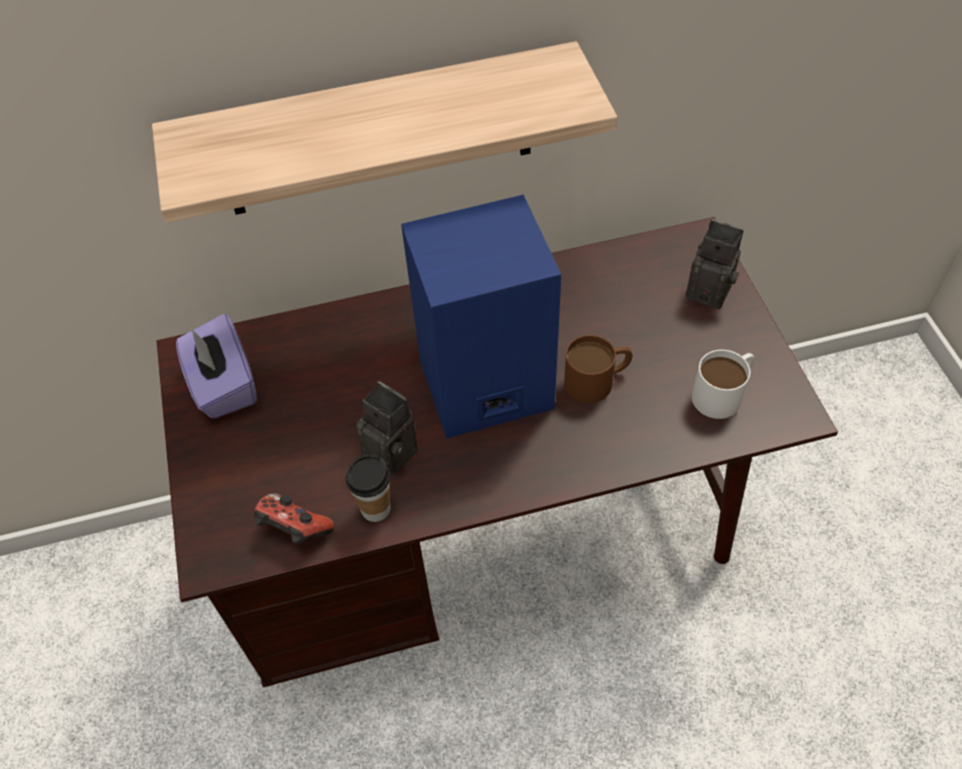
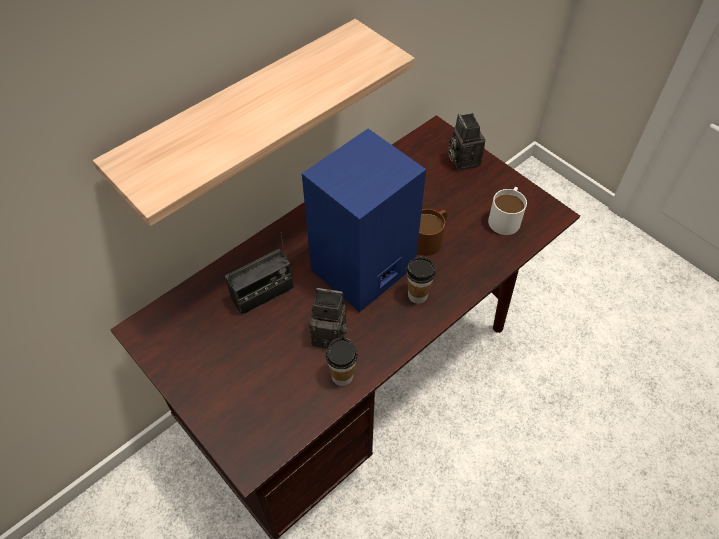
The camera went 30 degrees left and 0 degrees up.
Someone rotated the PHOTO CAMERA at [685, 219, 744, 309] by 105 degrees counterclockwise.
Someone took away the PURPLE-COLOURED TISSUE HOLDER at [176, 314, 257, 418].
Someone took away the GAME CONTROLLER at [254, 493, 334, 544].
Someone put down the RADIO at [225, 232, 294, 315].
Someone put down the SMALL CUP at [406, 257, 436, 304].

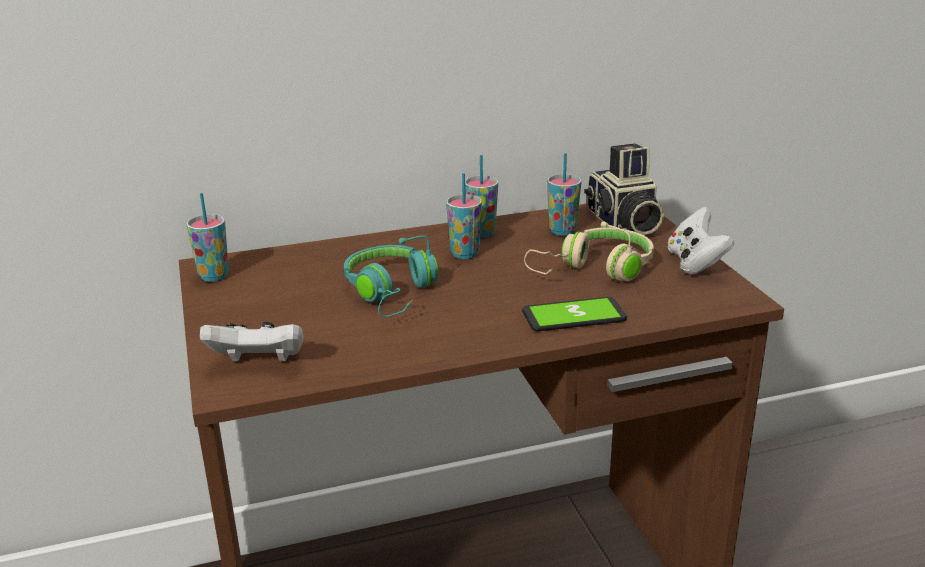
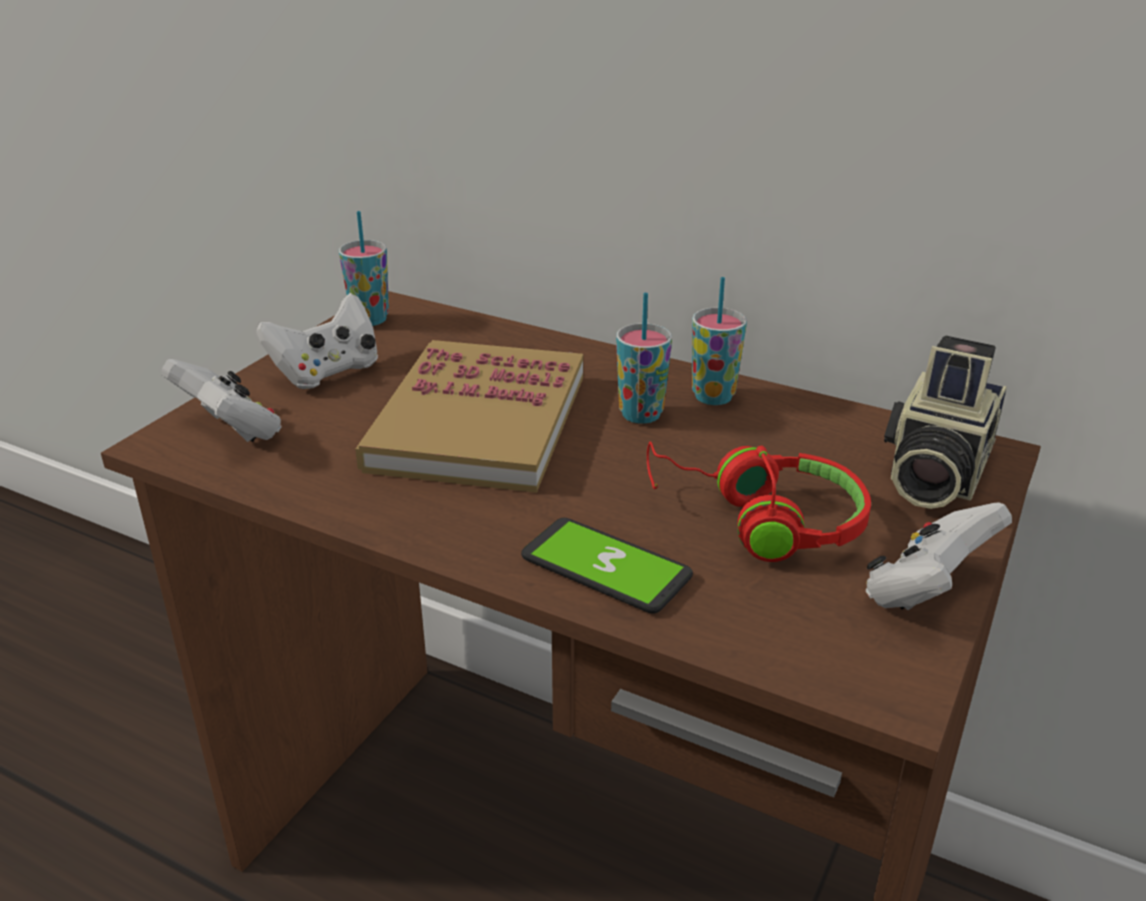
The camera went 45 degrees right and 5 degrees up.
Someone took away the SMALL CUP at [547, 153, 582, 236].
Someone repainted the BEIGE PAIR OF HEADPHONES at [524, 221, 654, 282], which became the RED PAIR OF HEADPHONES at [647, 442, 871, 562].
Someone swapped the TURQUOISE-COLOURED PAIR OF HEADPHONES at [344, 236, 438, 317] for the BOOK at [355, 340, 583, 493].
Someone put down the WHITE GAME CONTROLLER at [256, 293, 378, 389].

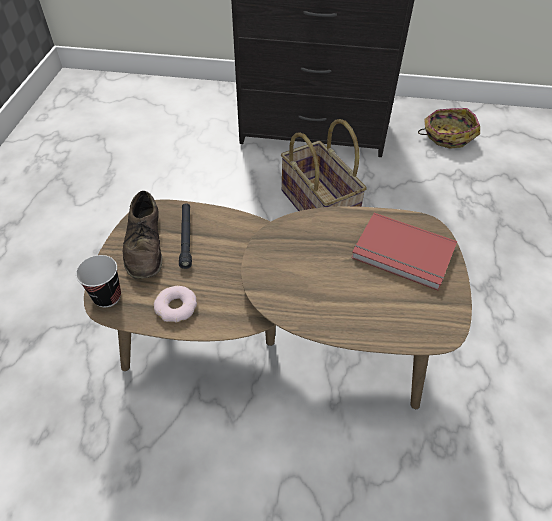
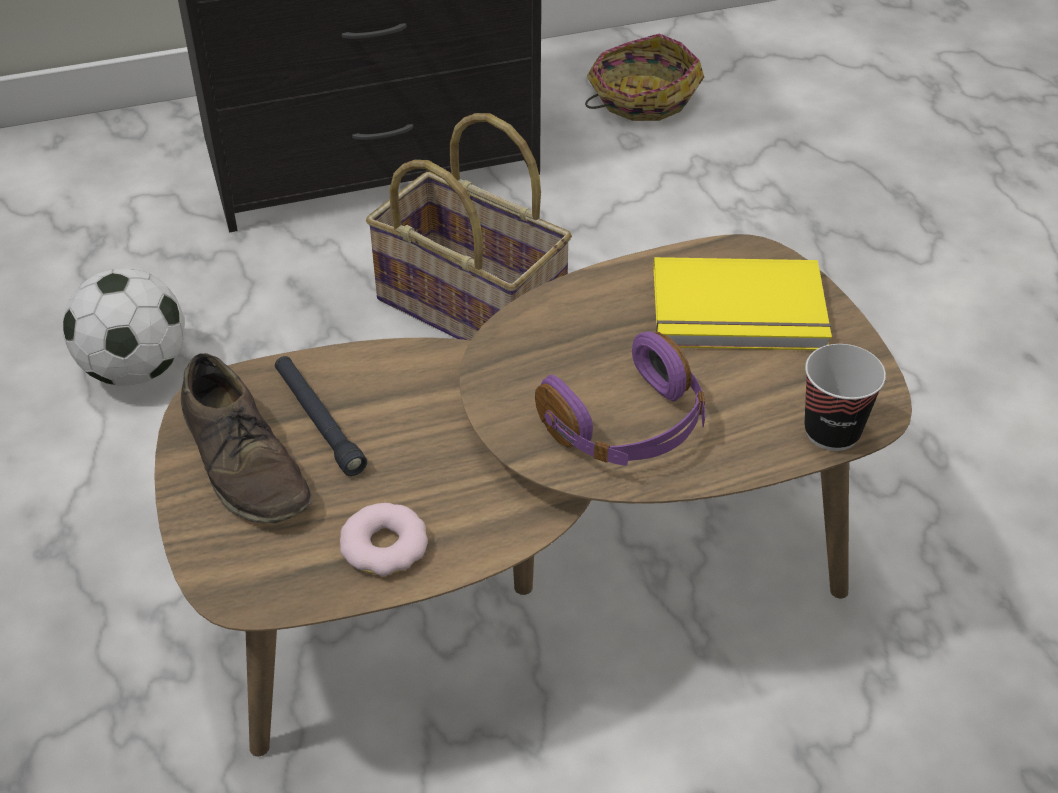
The camera went 25 degrees left and 5 degrees down.
Someone repainted the RED BOOK at [351, 213, 457, 291], which became the YELLOWISH BOOK at [653, 257, 832, 350].
Someone carried the SMALL CUP from [76, 255, 121, 307] to [804, 344, 886, 451].
Someone put down the FOOTBALL BALL at [63, 268, 185, 386].
Someone put down the PURPLE-COLOURED PAIR OF HEADPHONES at [535, 332, 705, 466].

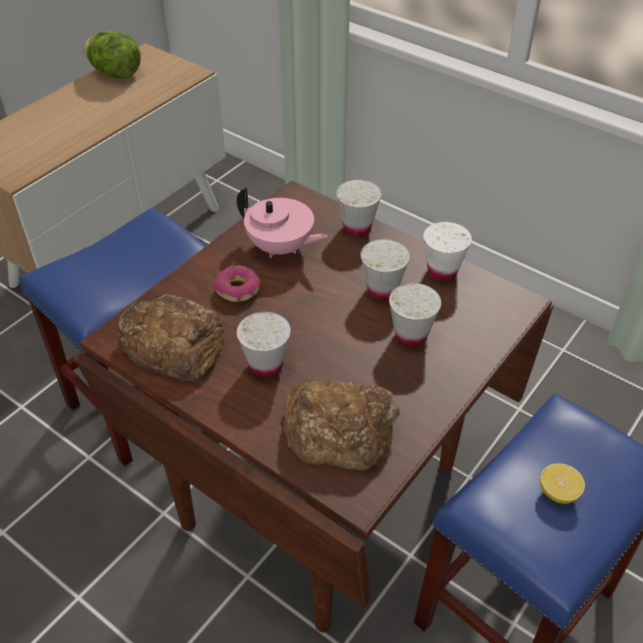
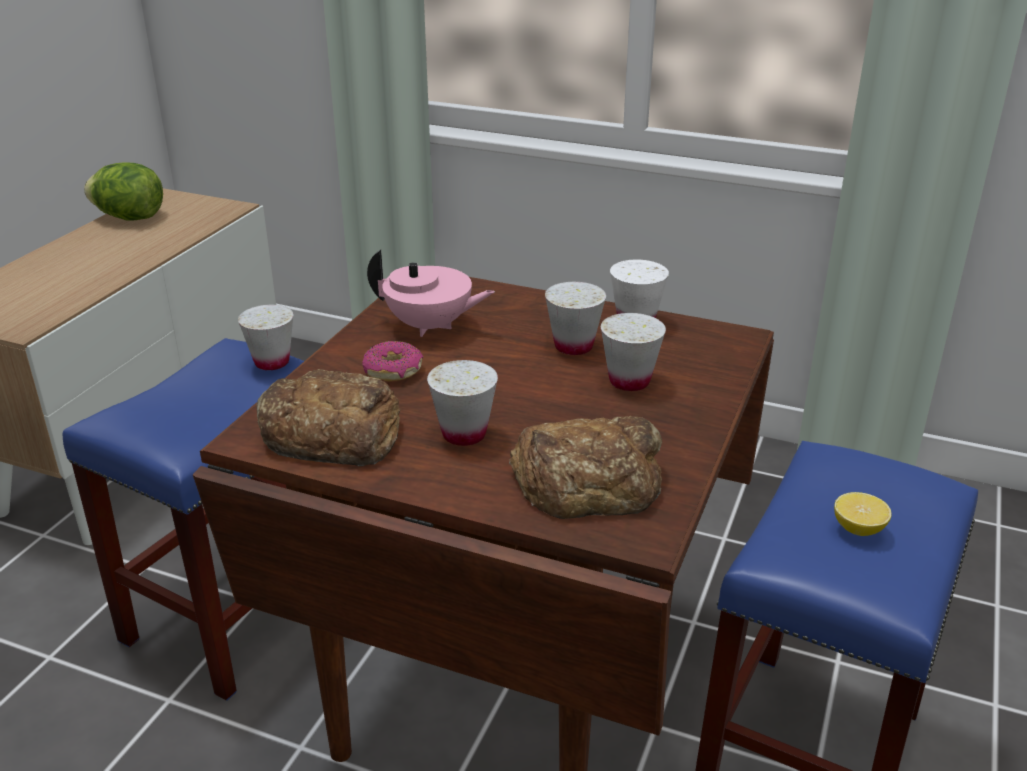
The camera went 15 degrees left and 15 degrees down.
Someone carried the WHITE SMALL CUP from [336, 180, 381, 236] to [238, 305, 293, 370].

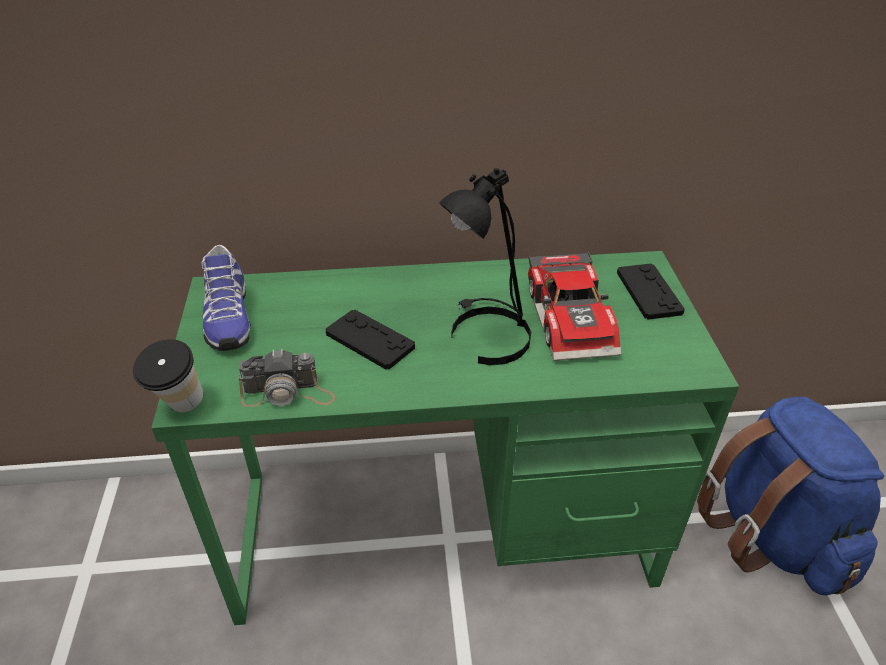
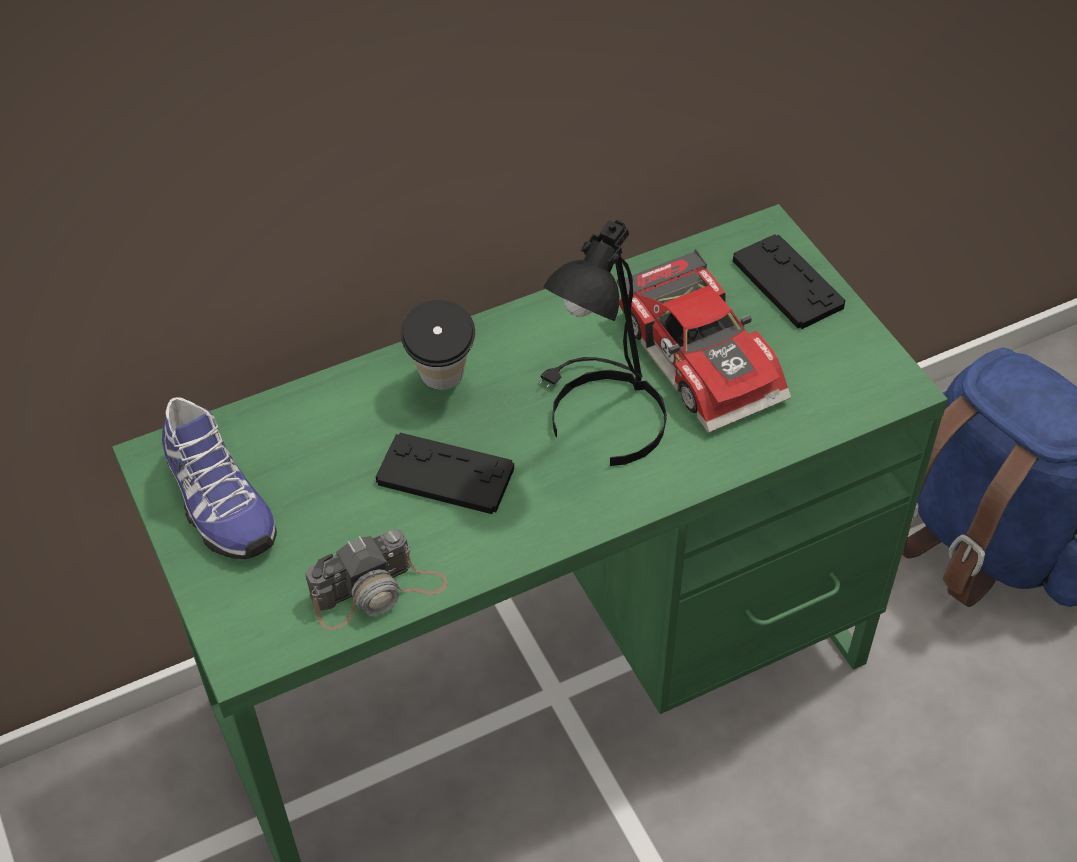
The camera went 20 degrees left and 10 degrees up.
Someone carried the SMALL CUP from [133, 339, 203, 412] to [400, 300, 475, 390].

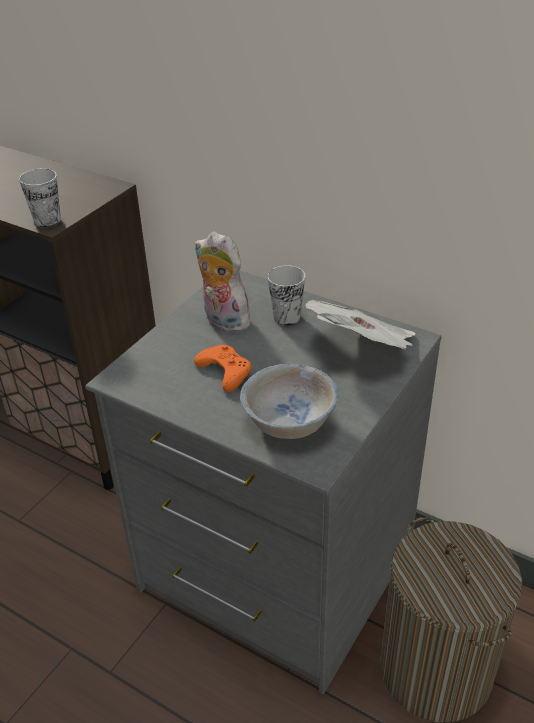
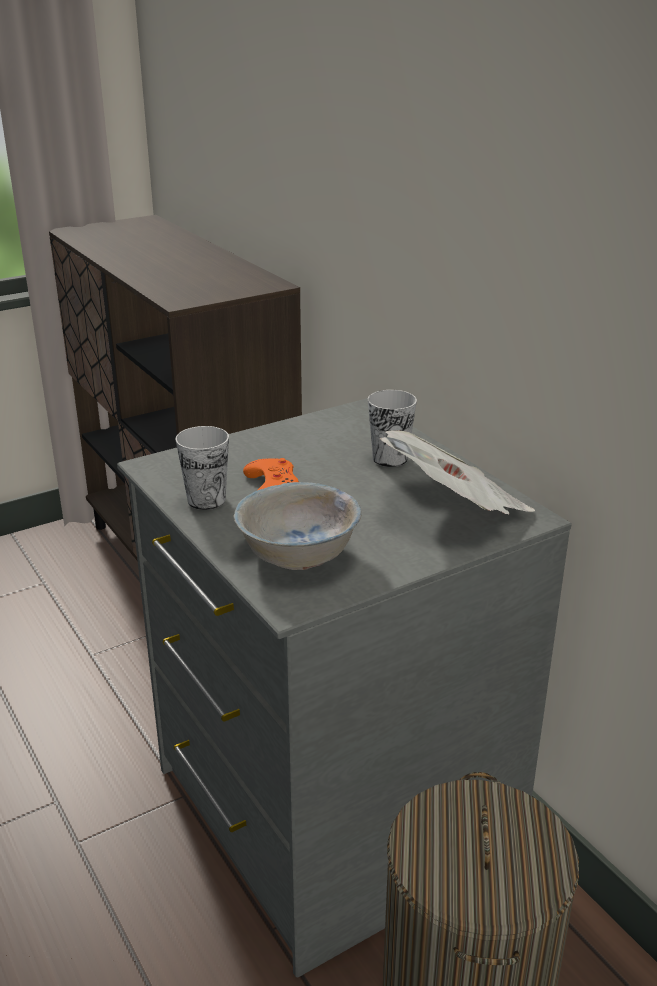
The camera went 25 degrees right and 10 degrees down.
Someone carried the SMALL CUP from [19, 169, 61, 228] to [175, 426, 229, 510].
Someone took away the CUDDLY TOY at [195, 232, 254, 332].

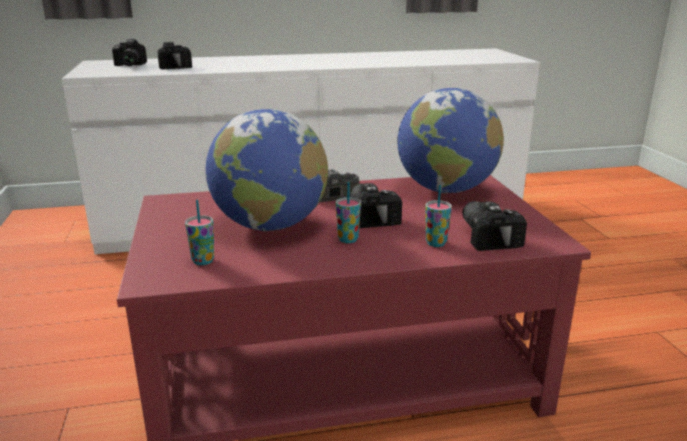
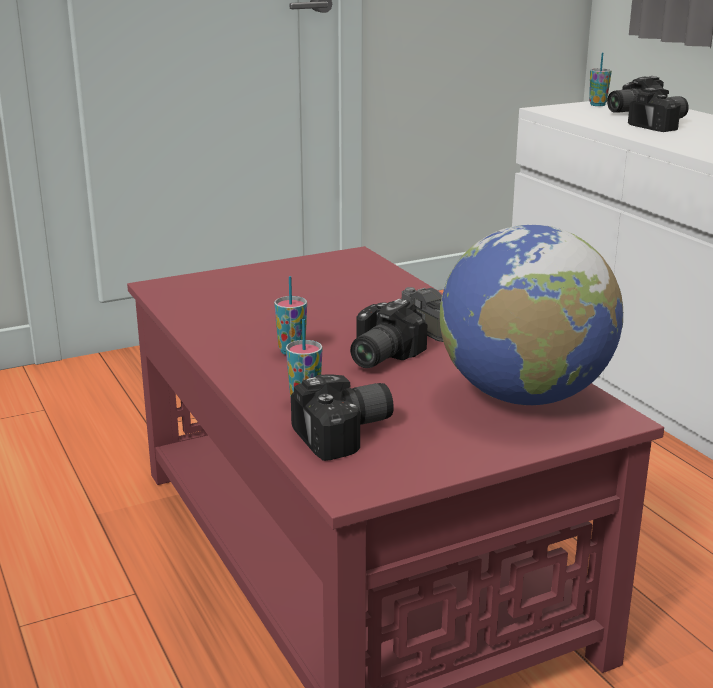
The camera went 75 degrees right and 0 degrees up.
Someone took away the GLOBE at [206, 109, 328, 231].
Someone rotated the PHOTO CAMERA at [350, 183, 402, 228] by 150 degrees clockwise.
Someone carried the SMALL CUP from [185, 200, 214, 265] to [589, 52, 612, 106].

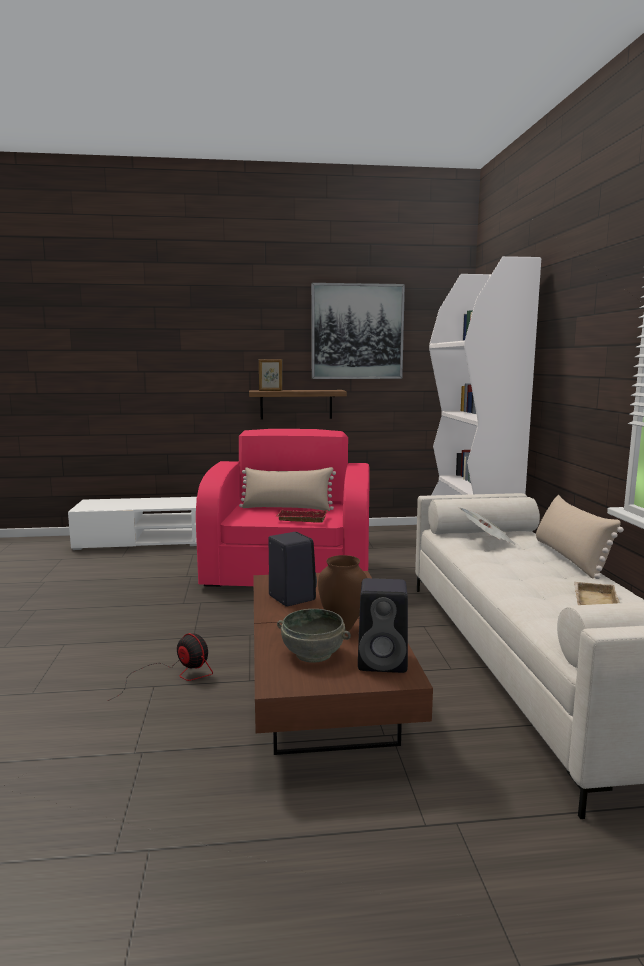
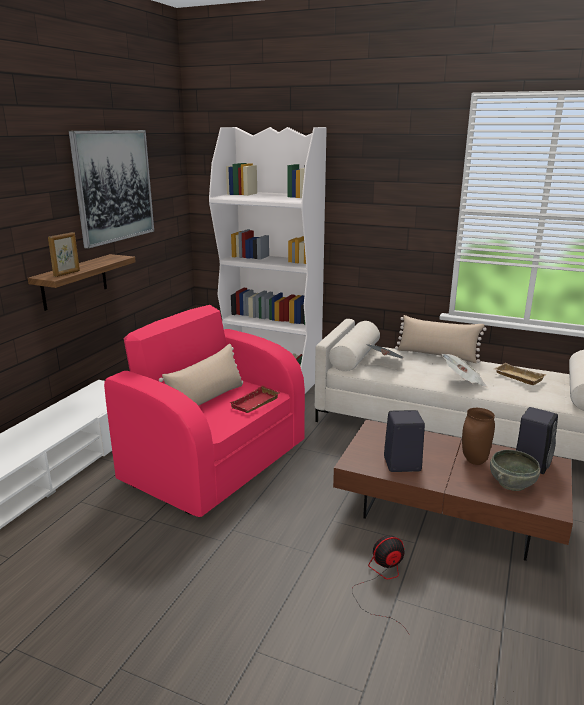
The camera went 60 degrees left and 10 degrees up.
Someone put down the PRINTED PAPER at [441, 354, 487, 387].

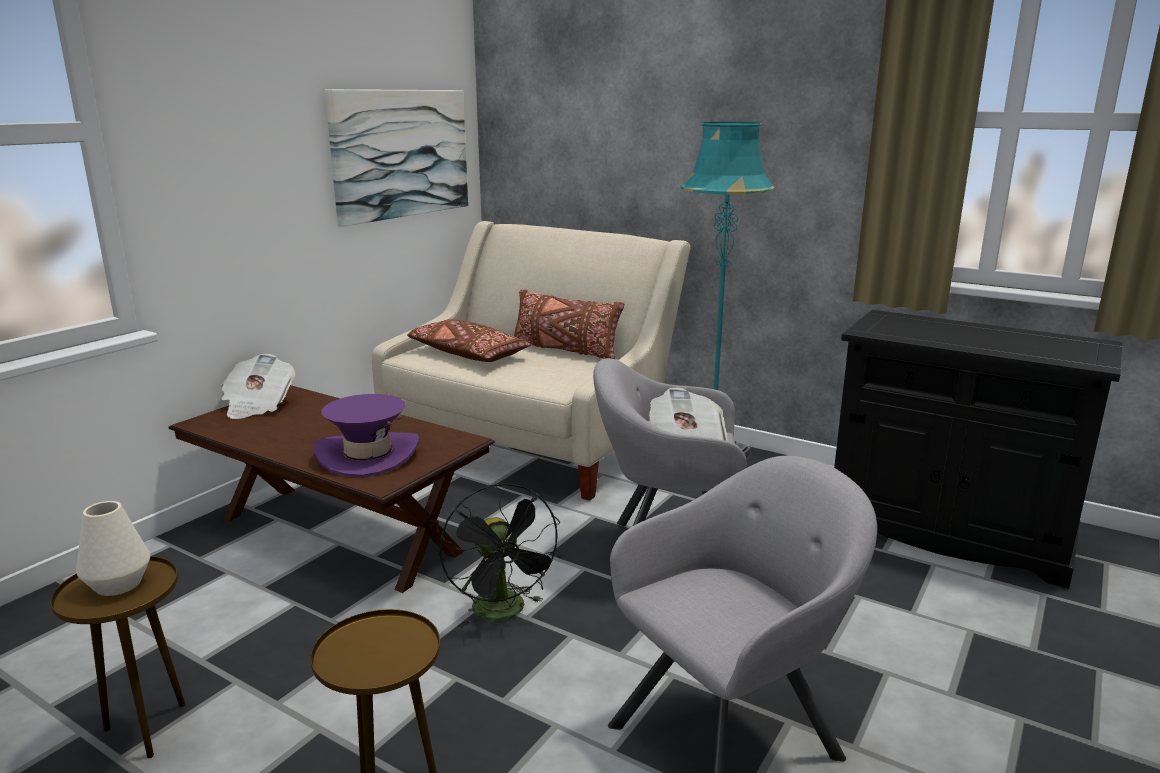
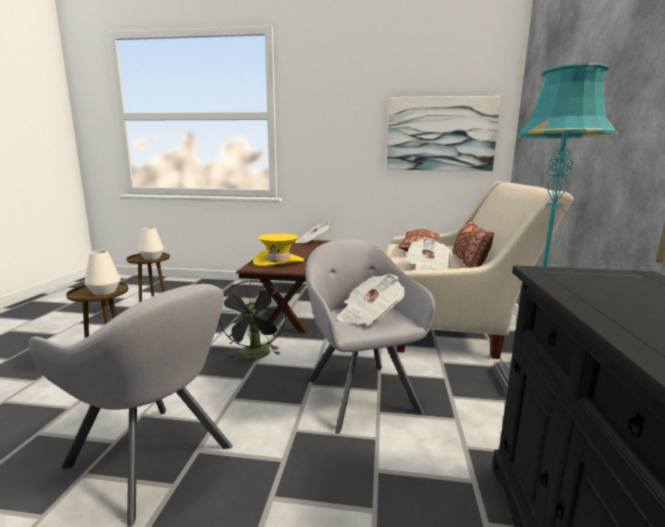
The camera went 65 degrees right and 5 degrees down.
Someone repainted the PURPLE-COLOURED CLOTHING HAT at [314, 394, 420, 478], which became the YELLOWISH CLOTHING HAT at [253, 234, 304, 266].
Someone rotated the BLACK ELECTRIC FAN at [440, 483, 562, 628] by 45 degrees counterclockwise.
Someone put down the PRINTED PAPER at [406, 238, 452, 270].
Someone put down the WHITE DECORATIVE VASE at [84, 250, 121, 295].

